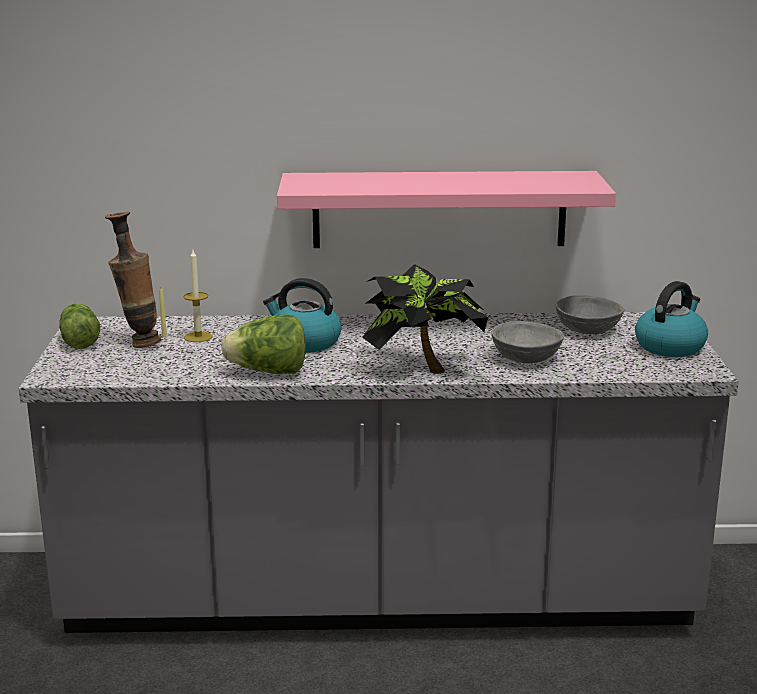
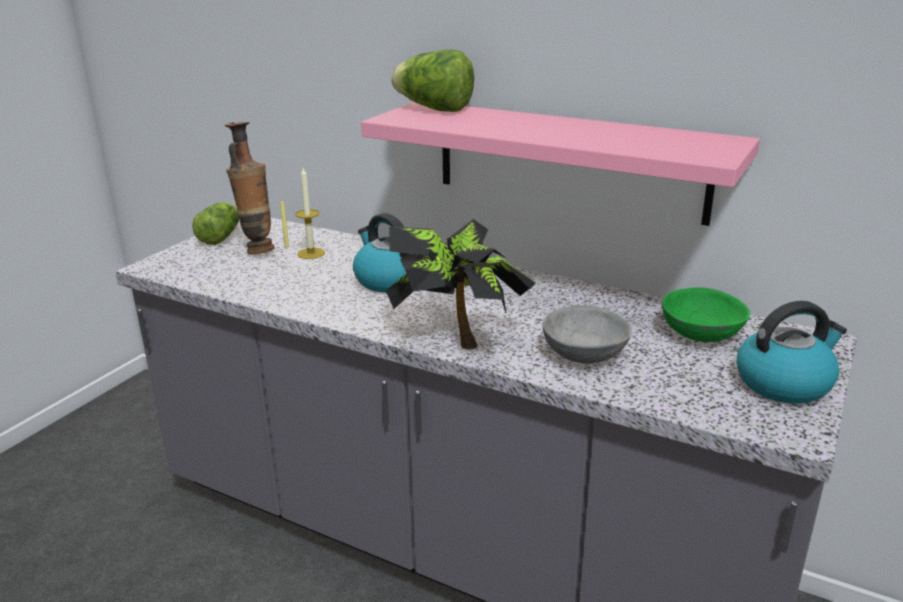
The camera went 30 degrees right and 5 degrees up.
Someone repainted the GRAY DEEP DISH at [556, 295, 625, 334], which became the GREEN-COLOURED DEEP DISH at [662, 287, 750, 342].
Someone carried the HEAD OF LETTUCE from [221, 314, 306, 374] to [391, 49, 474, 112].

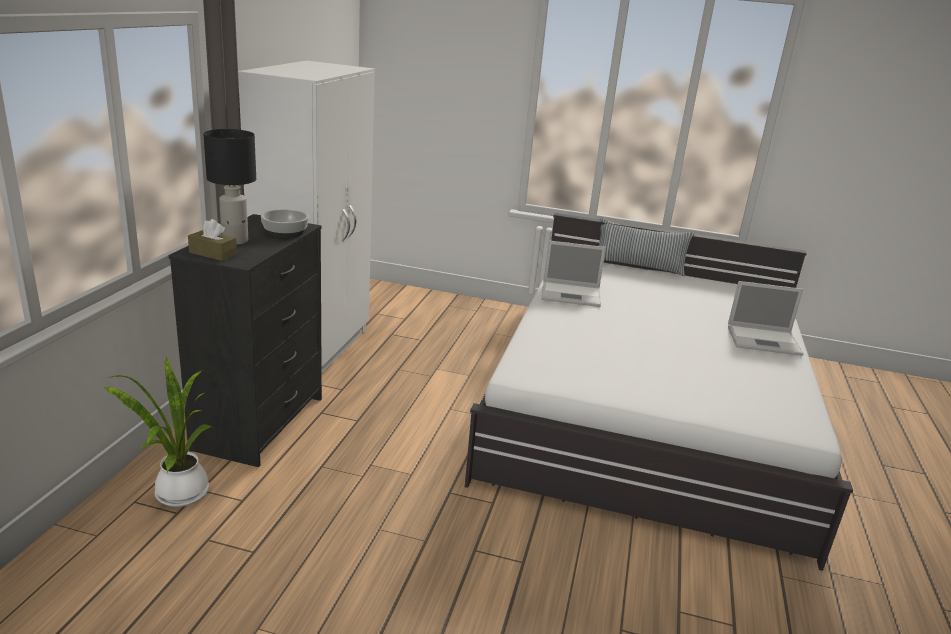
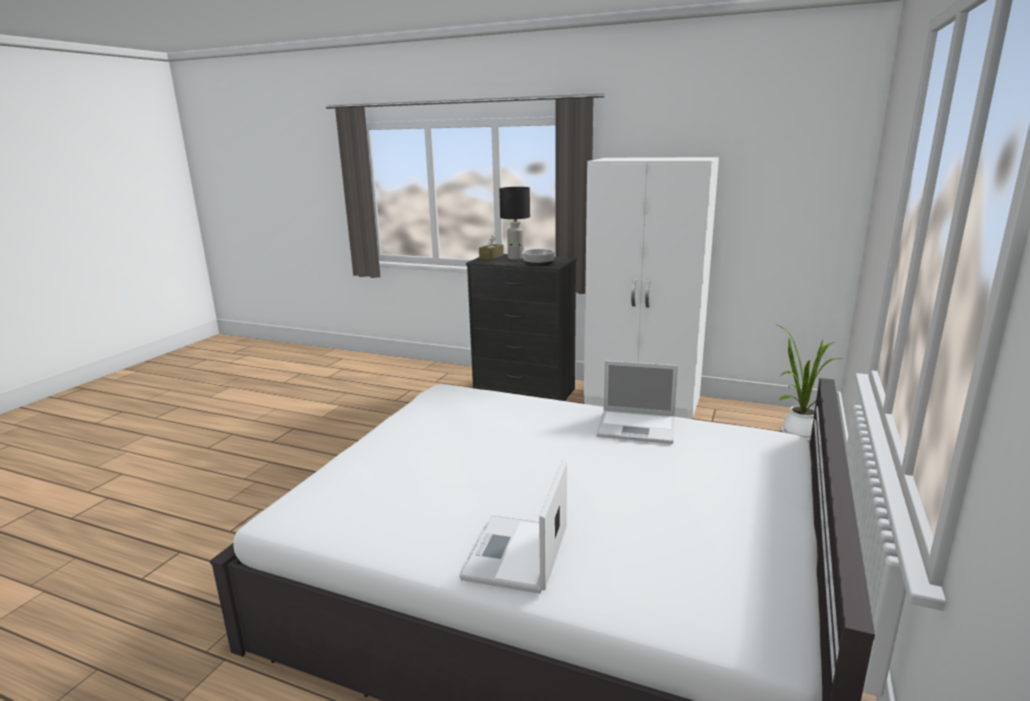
The camera went 100 degrees right and 5 degrees down.
Someone took away the PILLOW at [599, 218, 694, 276].
Someone rotated the LAPTOP at [541, 240, 606, 307] by 90 degrees counterclockwise.
Someone carried the POTTED PLANT from [104, 357, 214, 507] to [775, 324, 841, 441].

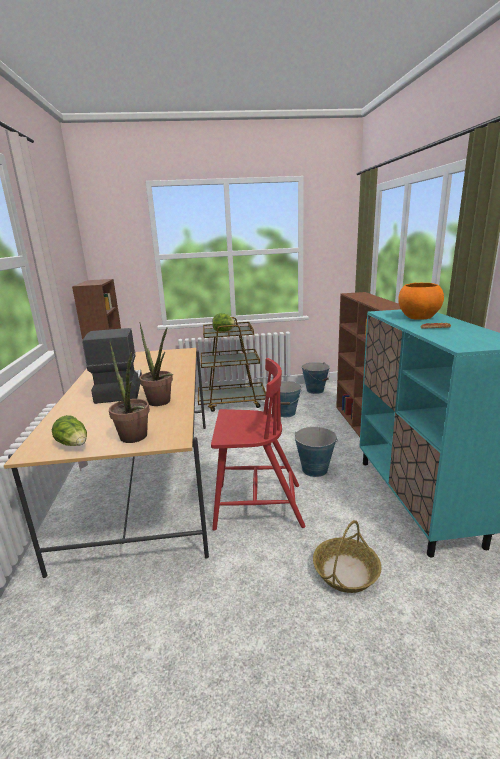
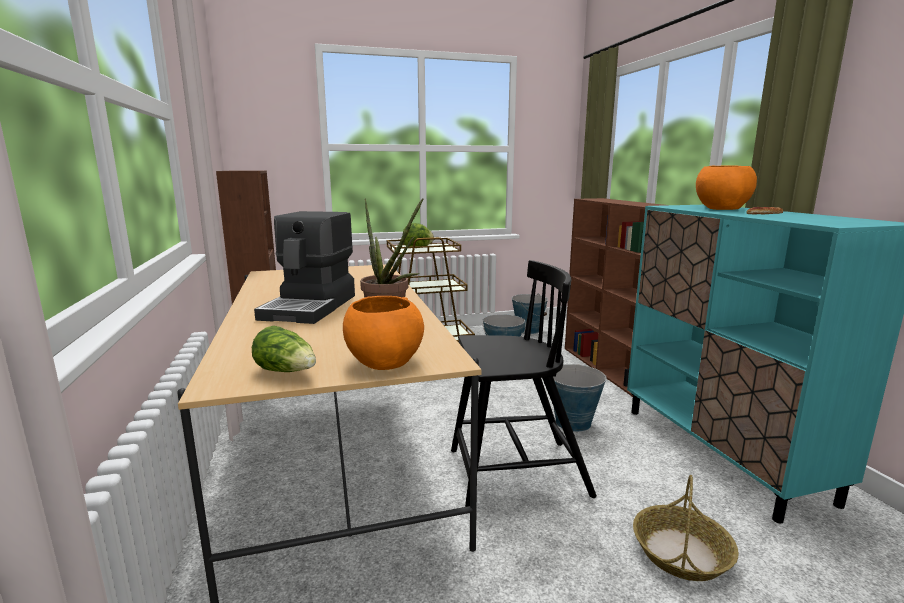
The camera went 10 degrees left and 5 degrees down.
Someone rotated the COFFEE BREWER at [82, 328, 142, 404] by 150 degrees counterclockwise.
Someone swapped the POTTED PLANT at [109, 342, 150, 443] for the ORANGEY DEEP DISH at [343, 296, 424, 370].
Someone repainted the RED CHAIR at [211, 358, 306, 530], which became the BLACK CHAIR at [451, 260, 597, 507].

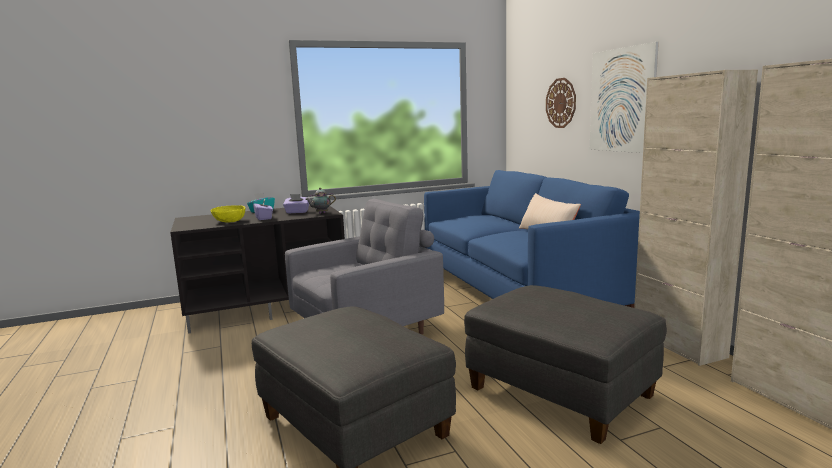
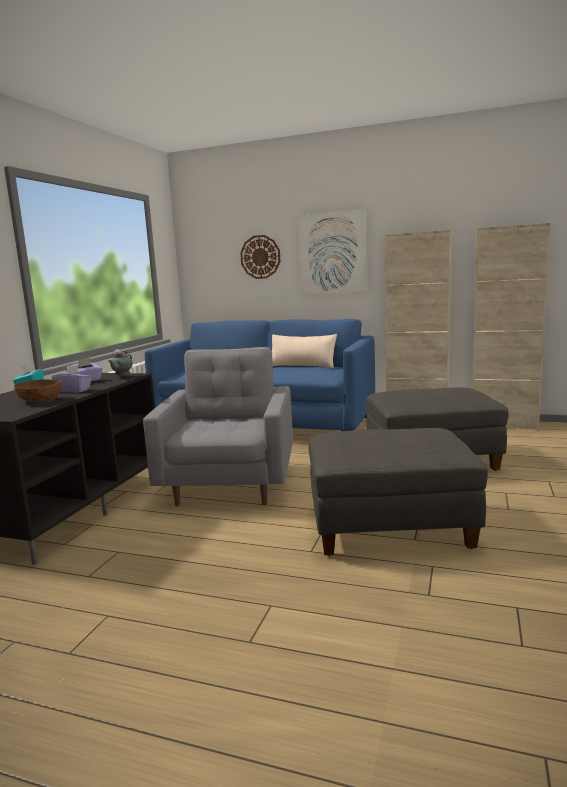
The camera went 50 degrees left and 0 degrees up.
Someone repainted the YELLOWISH DEEP DISH at [211, 205, 246, 223], which became the BROWNISH DEEP DISH at [14, 379, 62, 402].

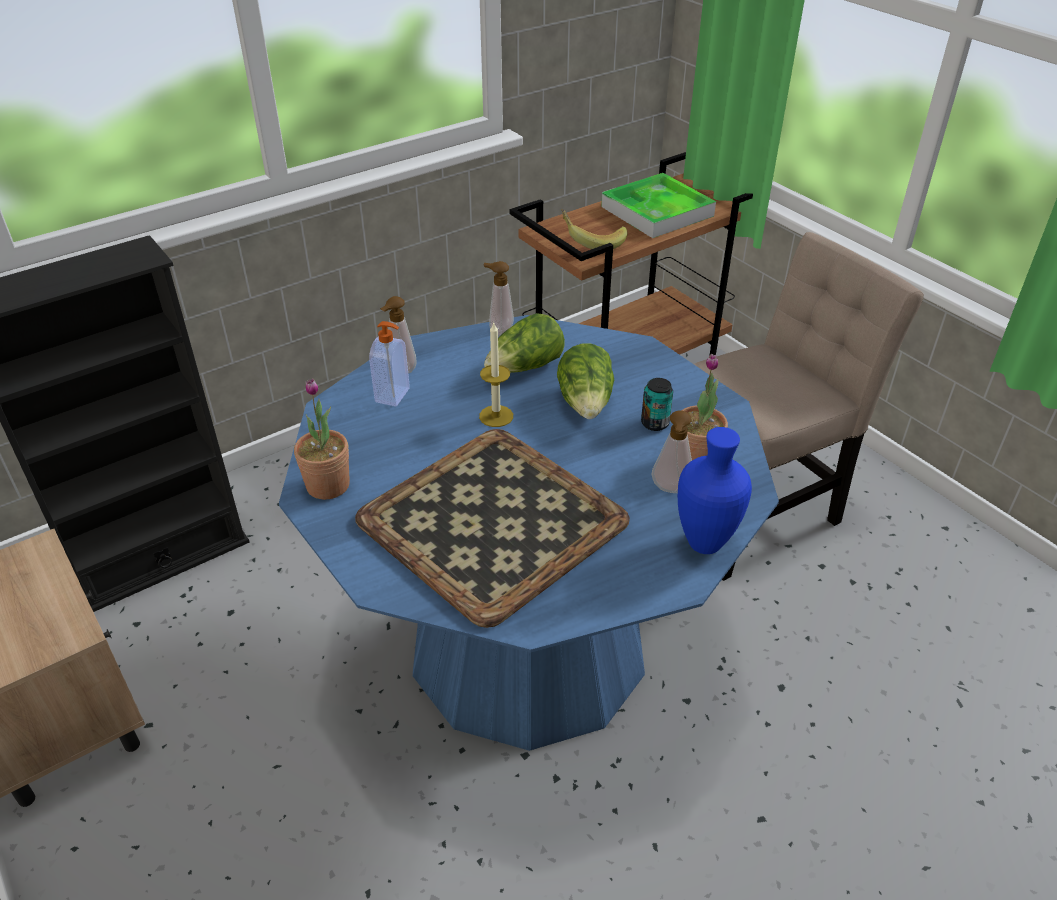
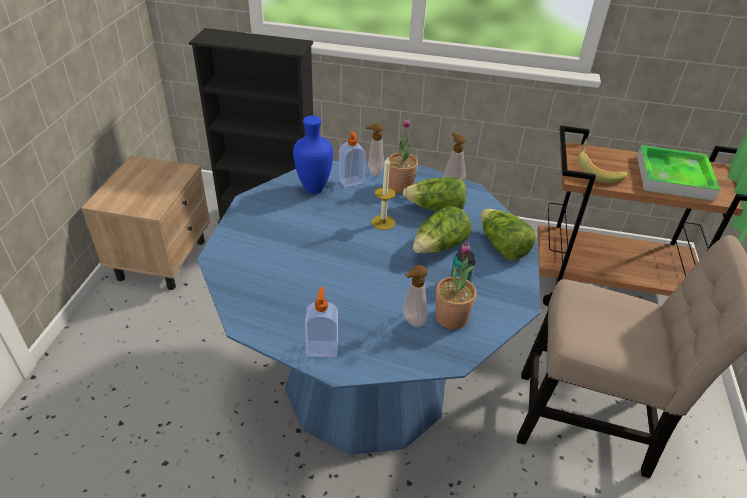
The camera went 45 degrees right and 0 degrees up.
Someone carried the POTTED PLANT from [294, 378, 350, 500] to [388, 118, 418, 194].
Someone carried the BLUE-COLOURED DECORATIVE VASE from [678, 427, 752, 554] to [293, 116, 333, 194].
Someone took away the SERVING TRAY at [355, 429, 630, 628].
Someone put down the HEAD OF LETTUCE at [481, 209, 536, 260].
Someone put down the SOAP DISPENSER at [305, 287, 338, 357].

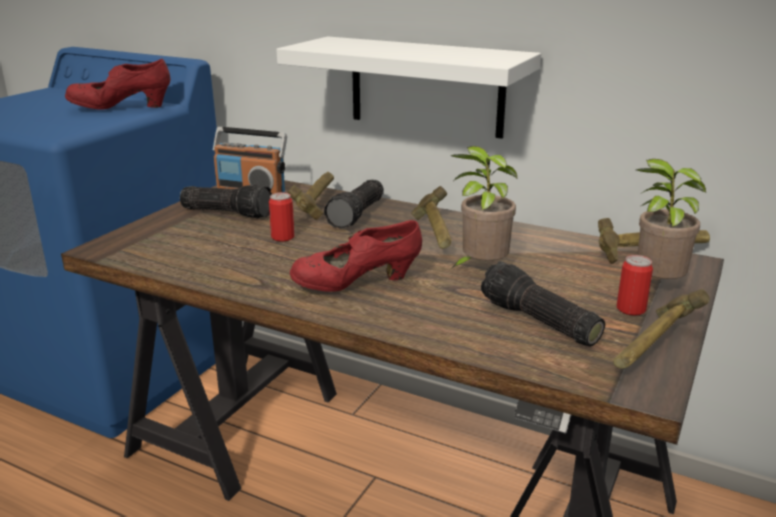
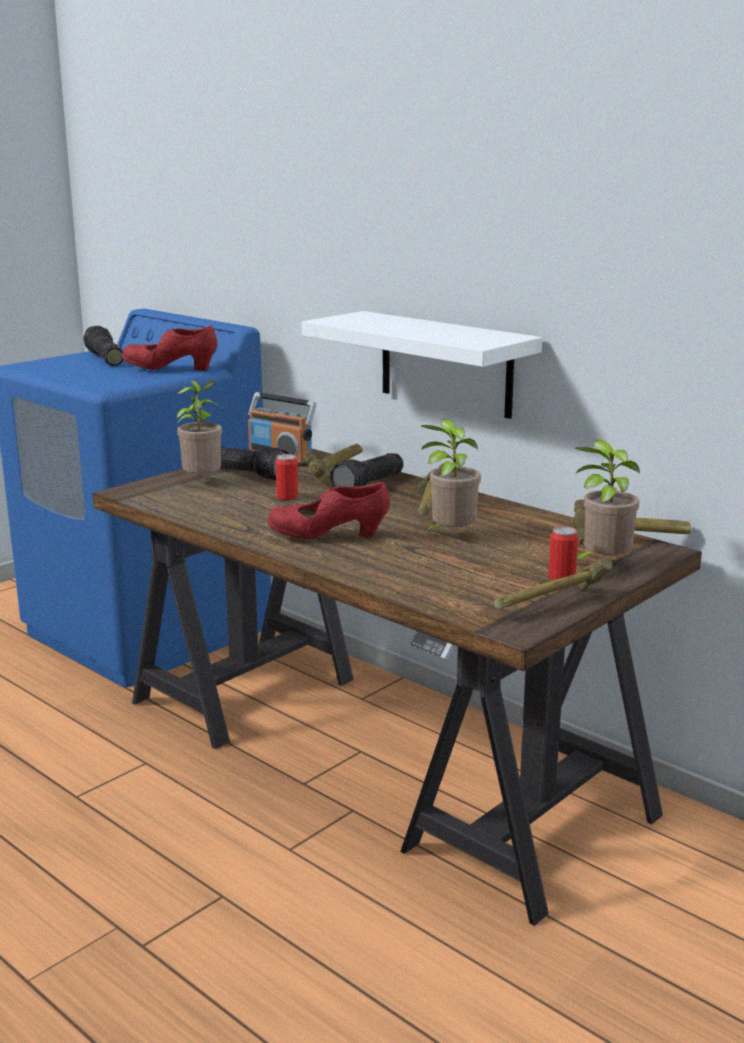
The camera went 15 degrees right and 5 degrees down.
Someone carried the TORCH from [481, 261, 605, 347] to [83, 326, 124, 366].
Someone put down the POTTED PLANT at [176, 381, 222, 475].

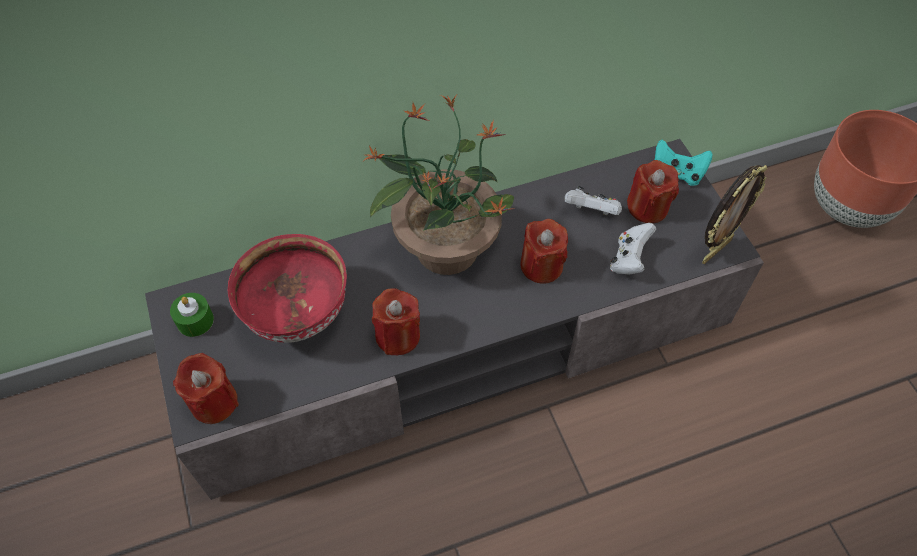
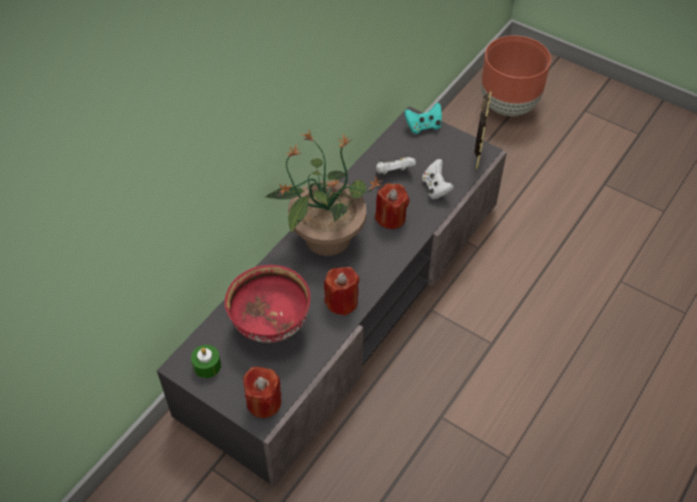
The camera went 35 degrees left and 5 degrees down.
Someone took away the RED CANDLE at [627, 160, 679, 223].

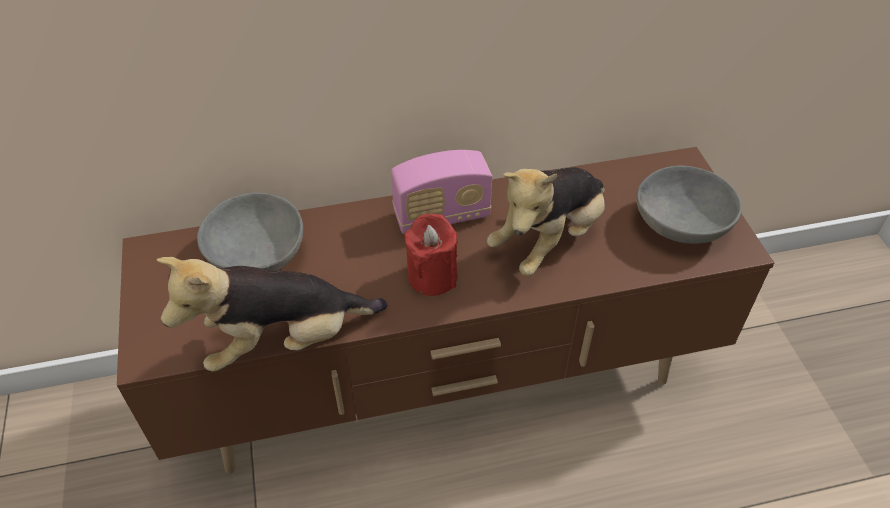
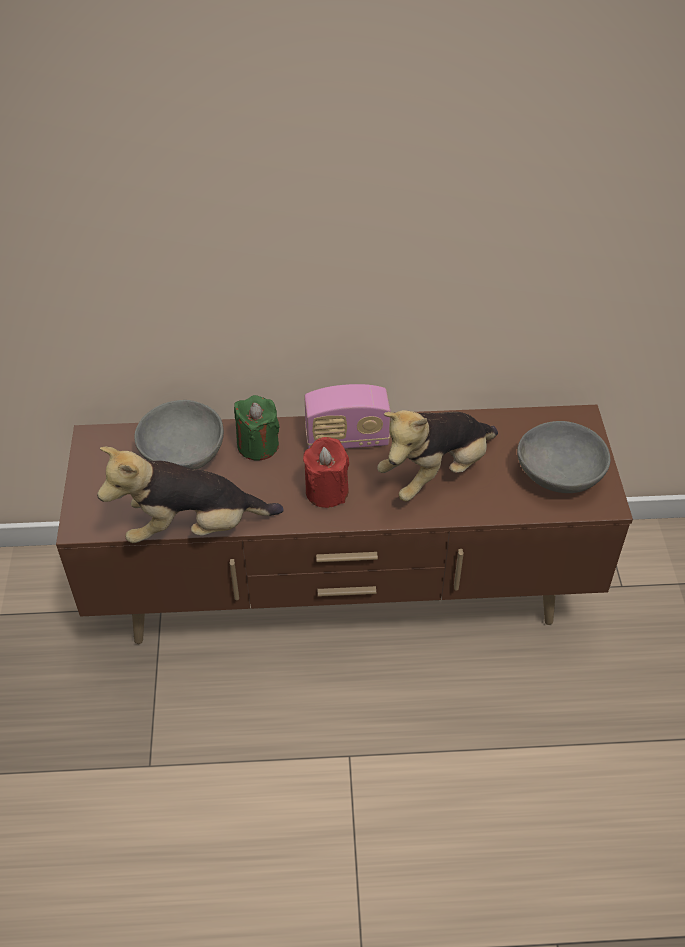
The camera went 10 degrees right and 0 degrees up.
Someone put down the GREEN-COLOURED CANDLE at [234, 395, 280, 460].

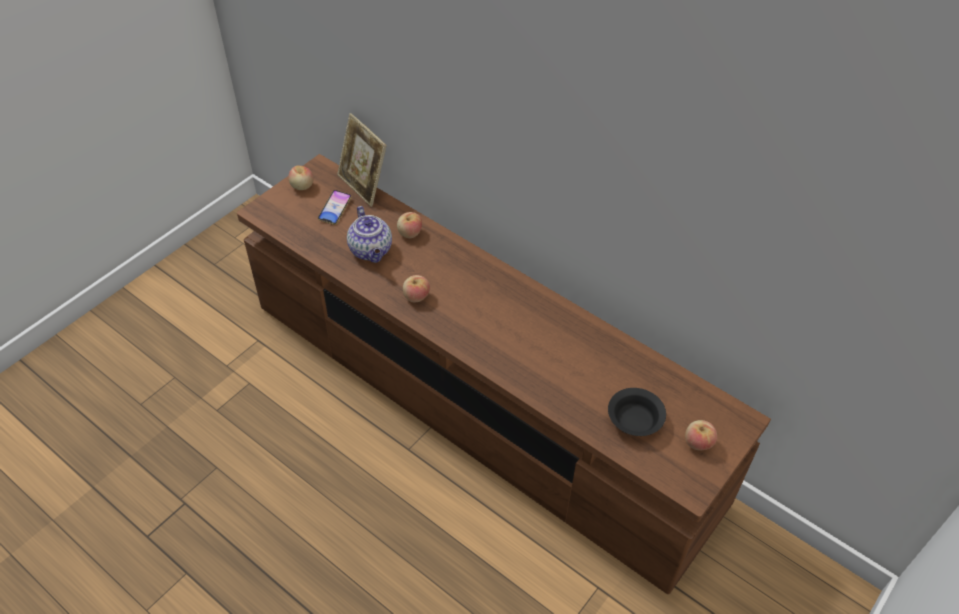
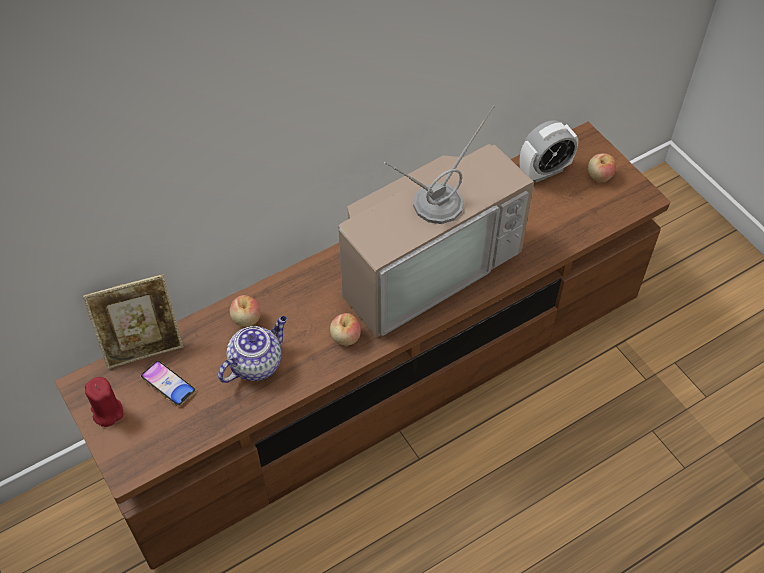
The camera went 70 degrees left and 5 degrees up.
Someone swapped the WHOLE APPLE at [288, 166, 314, 190] for the RED CANDLE at [85, 377, 123, 427].
Someone rotated the TEA POT at [347, 206, 392, 263] by 45 degrees counterclockwise.
Someone took away the BLACK DEEP DISH at [608, 388, 666, 436].
Someone put down the TELEVISION at [338, 105, 534, 337].
Someone put down the TABLE CLOCK at [519, 120, 578, 183].

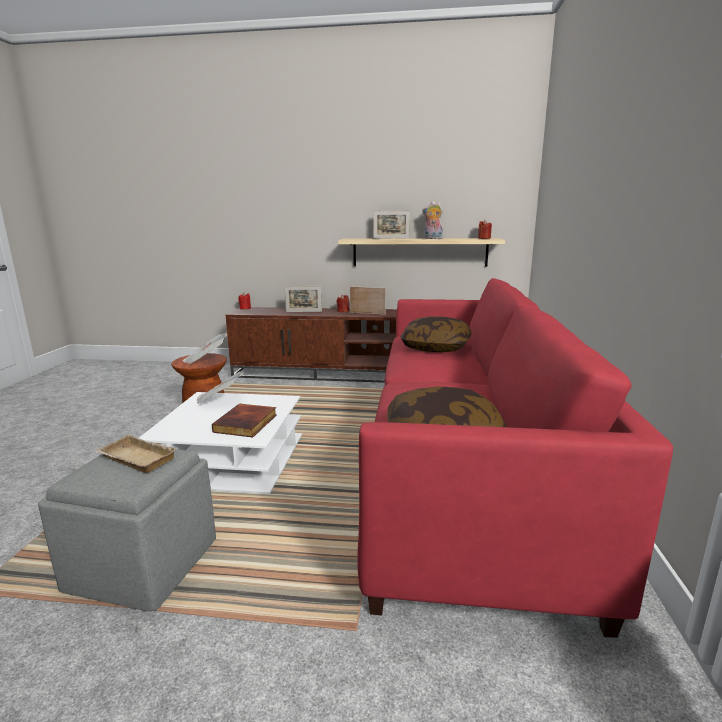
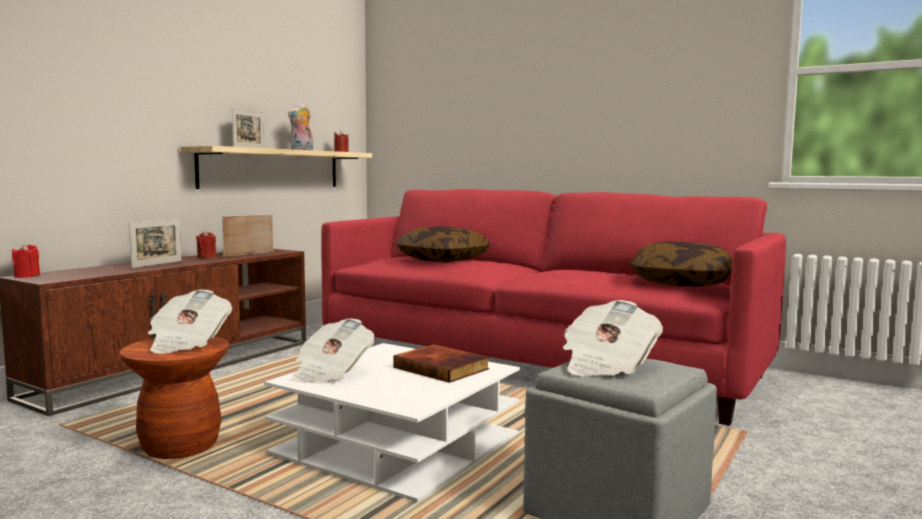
The camera went 65 degrees left and 10 degrees down.
Someone swapped the BEIGE SERVING TRAY at [95, 434, 177, 473] for the PRINTED PAPER at [563, 300, 663, 376].

